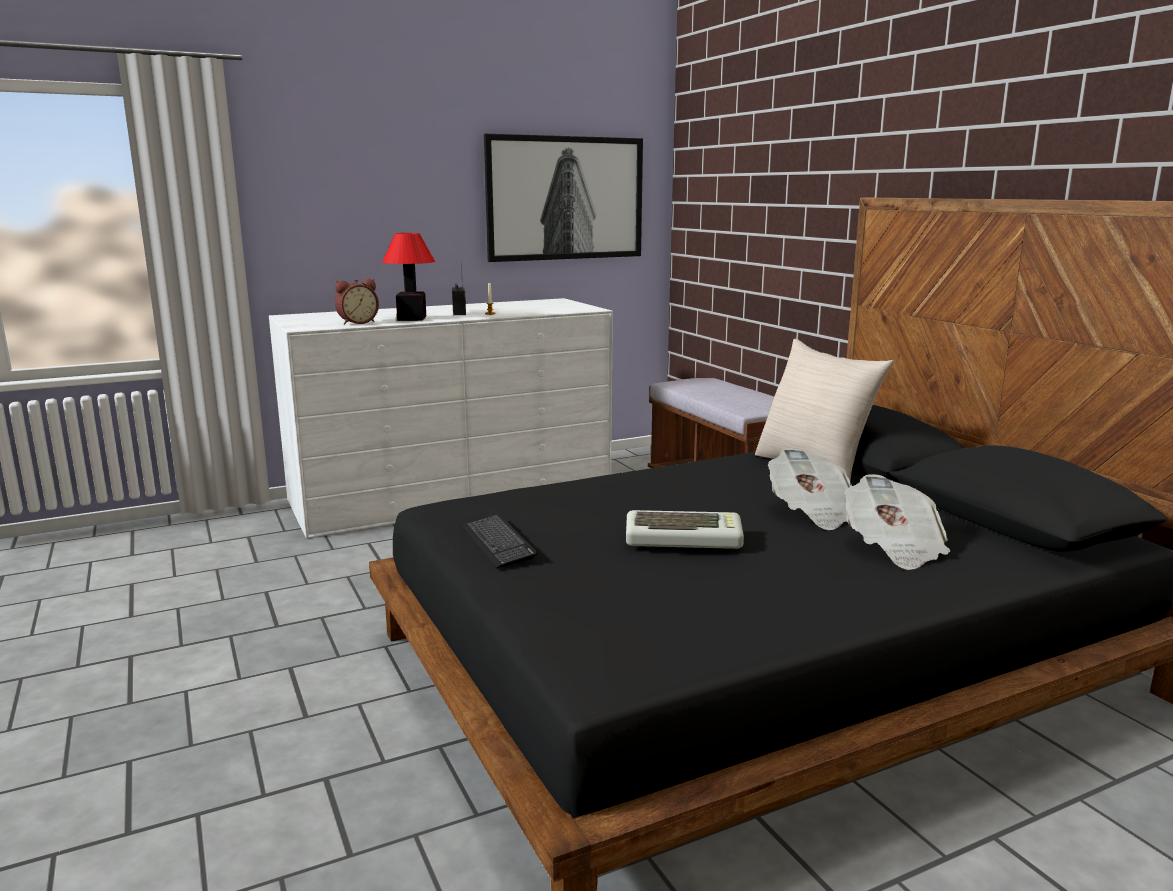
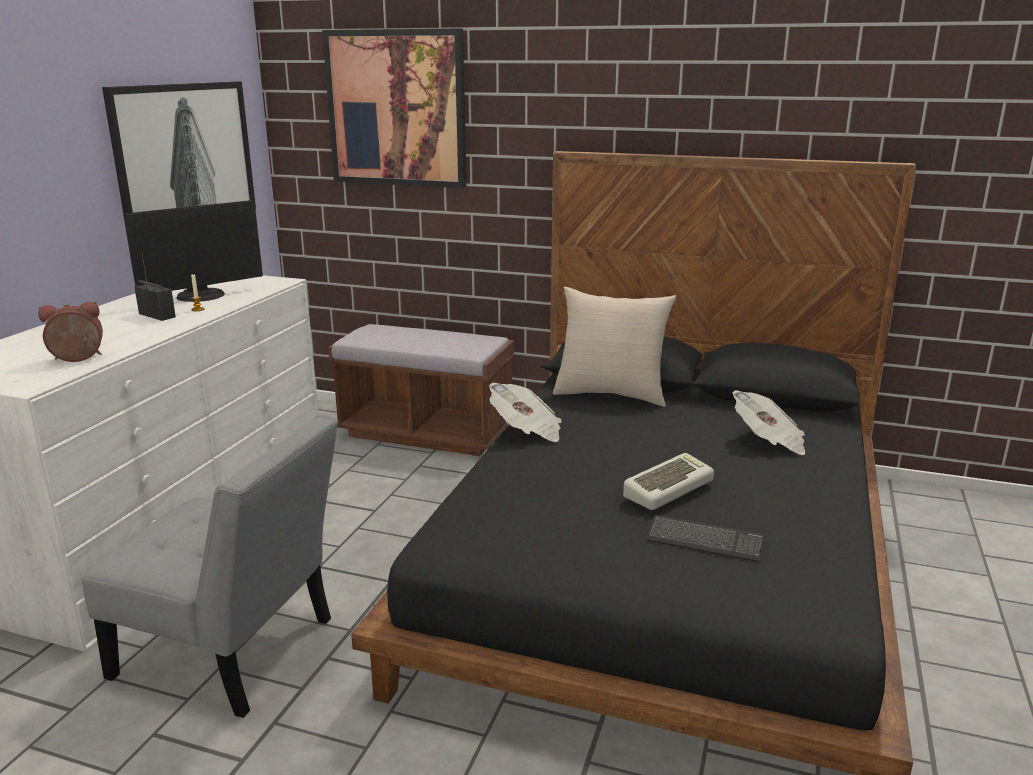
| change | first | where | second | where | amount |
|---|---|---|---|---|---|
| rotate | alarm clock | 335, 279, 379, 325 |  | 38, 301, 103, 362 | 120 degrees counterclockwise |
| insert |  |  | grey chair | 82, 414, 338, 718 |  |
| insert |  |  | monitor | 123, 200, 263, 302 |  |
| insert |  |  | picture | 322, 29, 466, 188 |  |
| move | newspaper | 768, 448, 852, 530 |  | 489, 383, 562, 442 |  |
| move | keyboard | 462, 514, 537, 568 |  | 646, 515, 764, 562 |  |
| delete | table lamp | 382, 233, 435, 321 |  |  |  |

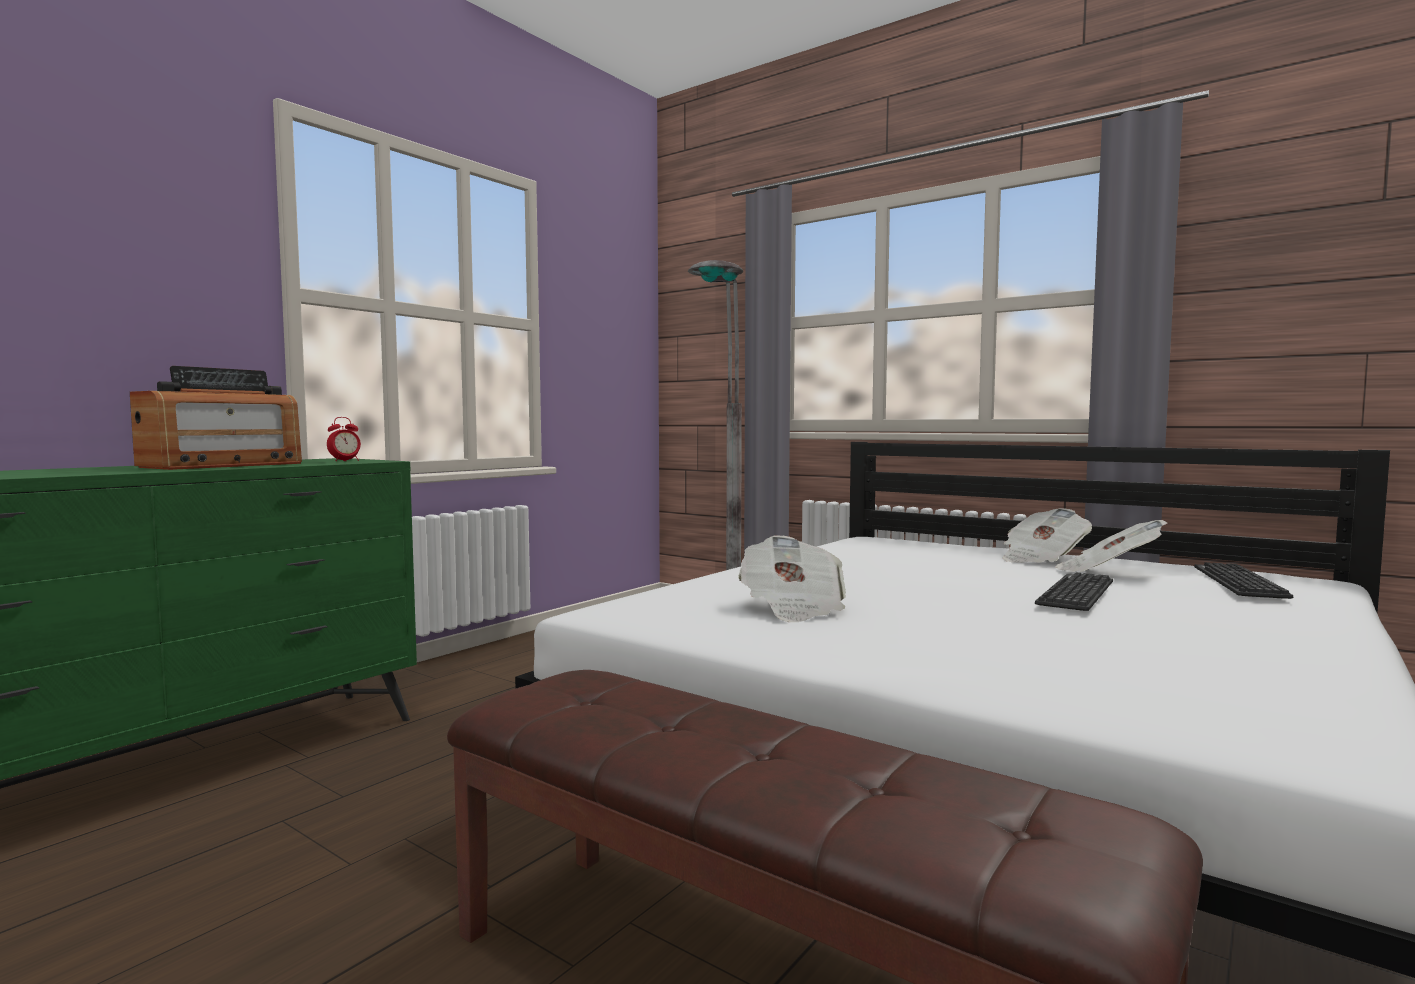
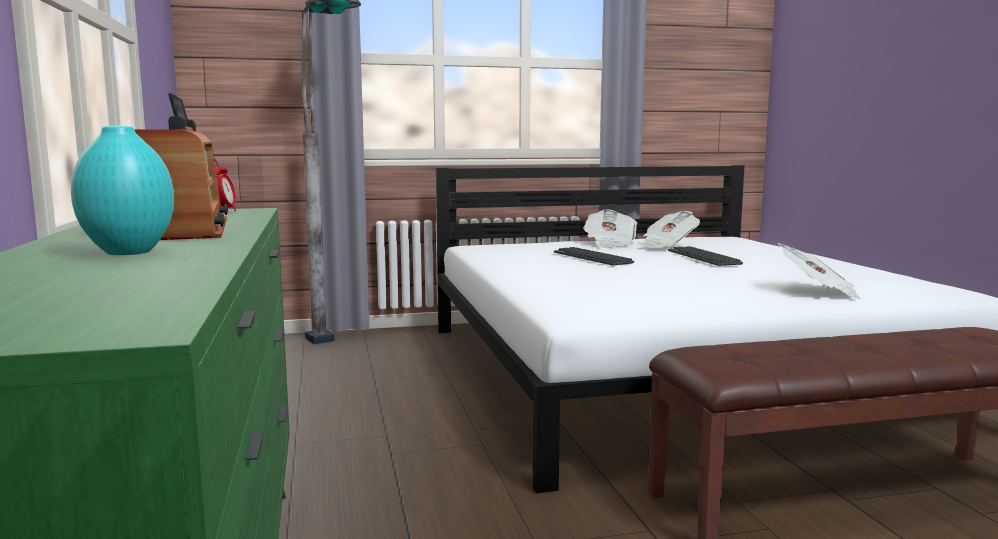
| change | first | where | second | where | amount |
|---|---|---|---|---|---|
| insert |  |  | turquoise vase | 71, 126, 174, 255 |  |
| move | keyboard | 1194, 562, 1293, 599 |  | 554, 247, 634, 265 |  |
| move | newspaper | 738, 535, 846, 622 |  | 777, 243, 861, 299 |  |

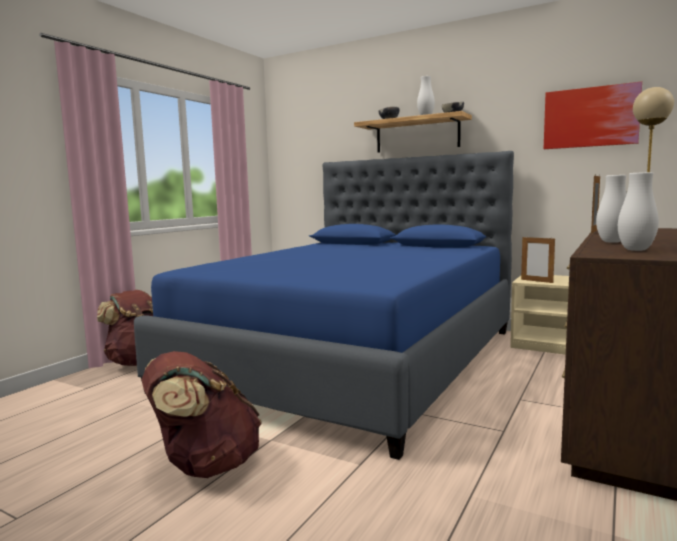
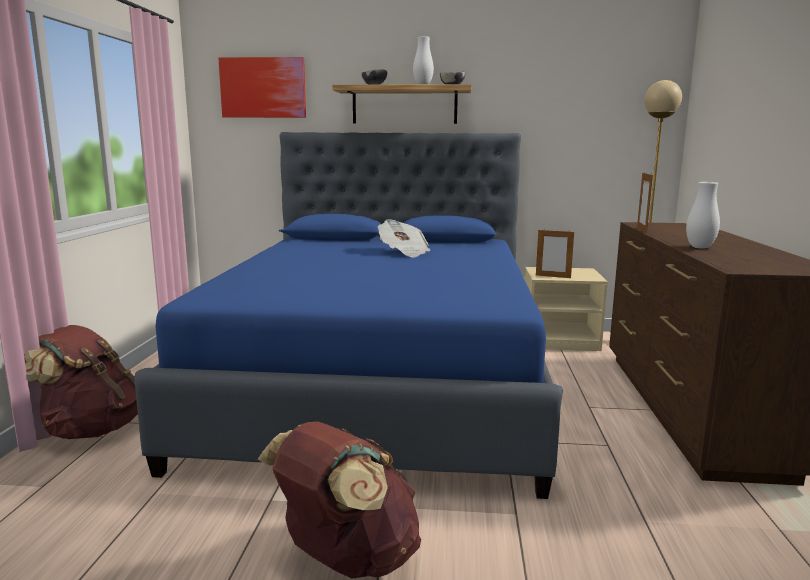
| change | first | where | second | where | amount |
|---|---|---|---|---|---|
| move | picture | 544, 82, 642, 149 |  | 218, 57, 306, 118 |  |
| insert |  |  | newspaper | 378, 219, 430, 258 |  |
| delete | white vase | 618, 172, 659, 251 |  |  |  |

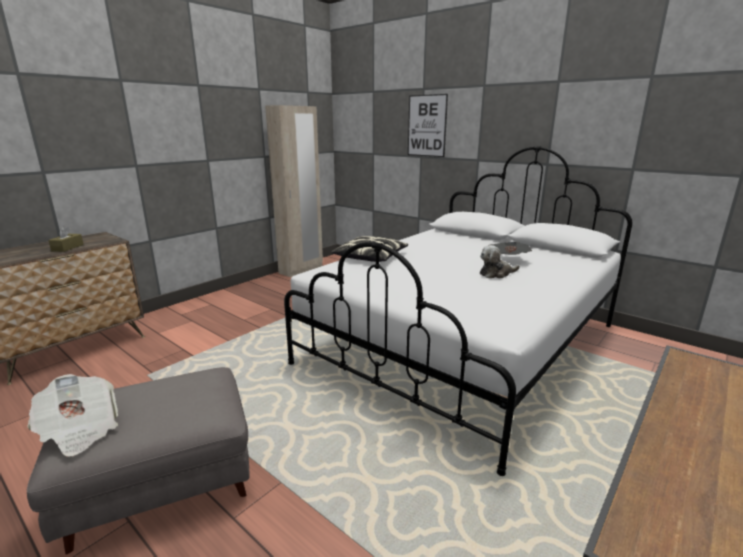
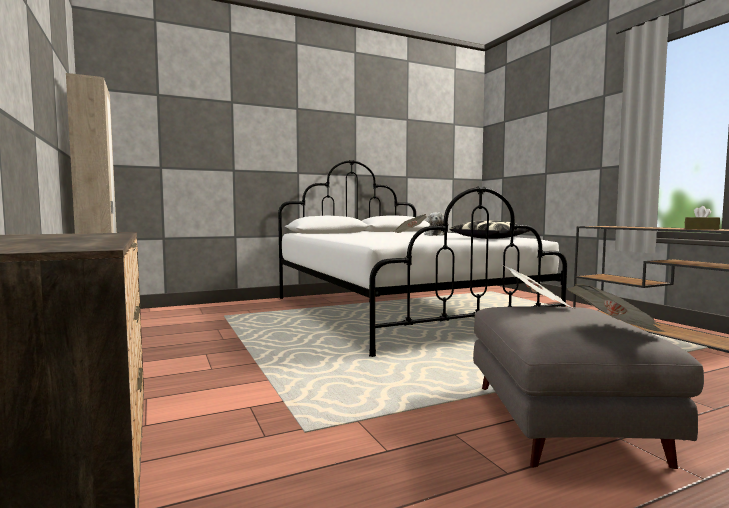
| change | first | where | second | where | amount |
|---|---|---|---|---|---|
| move | pillow | 332, 236, 408, 262 |  | 449, 220, 530, 239 |  |
| insert |  |  | newspaper | 502, 265, 575, 309 |  |
| move | brown tissue box | 48, 226, 84, 252 |  | 685, 206, 720, 230 |  |
| delete | picture | 408, 94, 448, 157 |  |  |  |

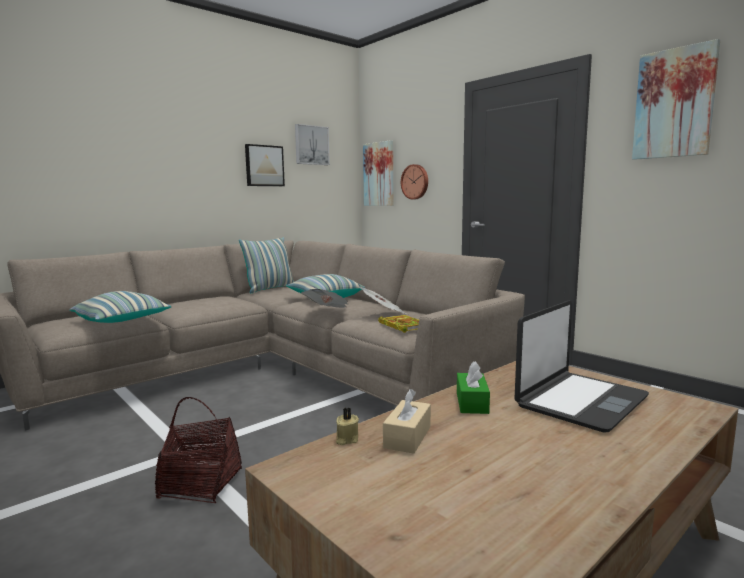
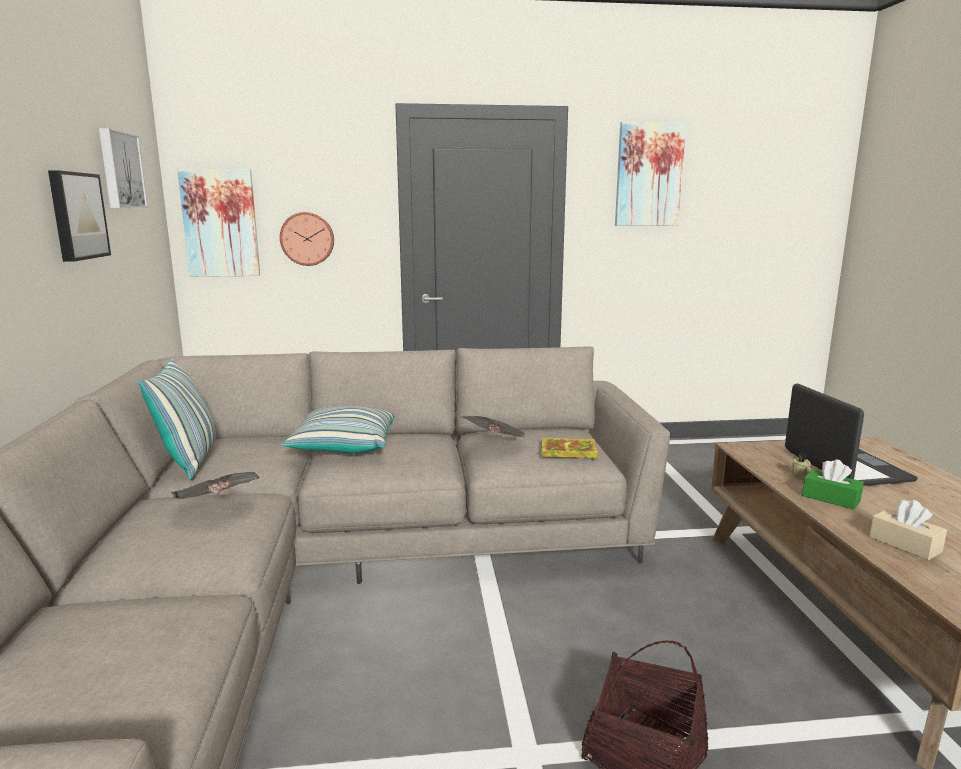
| change | first | where | second | where | amount |
|---|---|---|---|---|---|
| move | newspaper | 301, 289, 348, 308 |  | 170, 472, 260, 499 |  |
| move | beige candle | 336, 408, 359, 445 |  | 790, 453, 811, 480 |  |
| delete | pillow | 69, 291, 172, 323 |  |  |  |

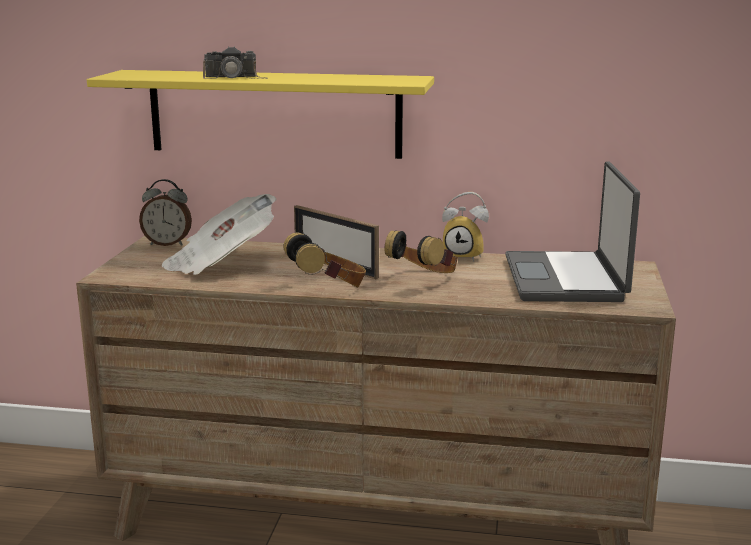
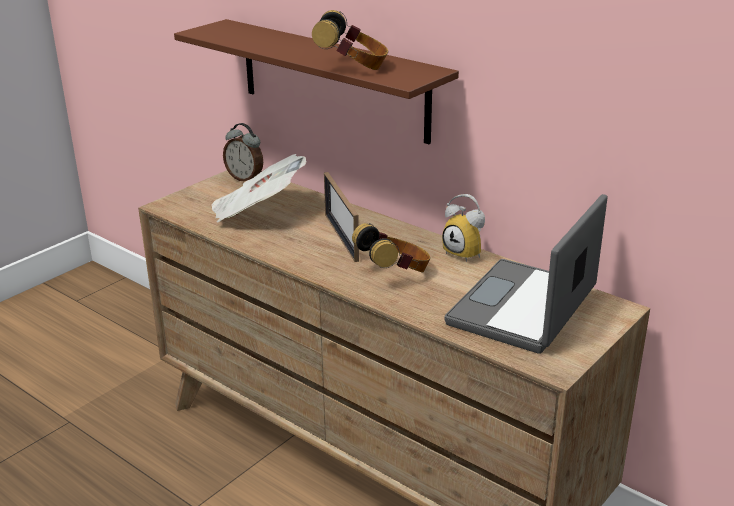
| change | first | where | second | where | amount |
|---|---|---|---|---|---|
| recolor | yellow shelf | 87, 70, 434, 159 | brown shelf | 174, 19, 459, 144 |  |
| move | headphones | 284, 232, 366, 288 |  | 312, 10, 388, 70 |  |
| delete | photo camera | 203, 46, 268, 79 |  |  |  |

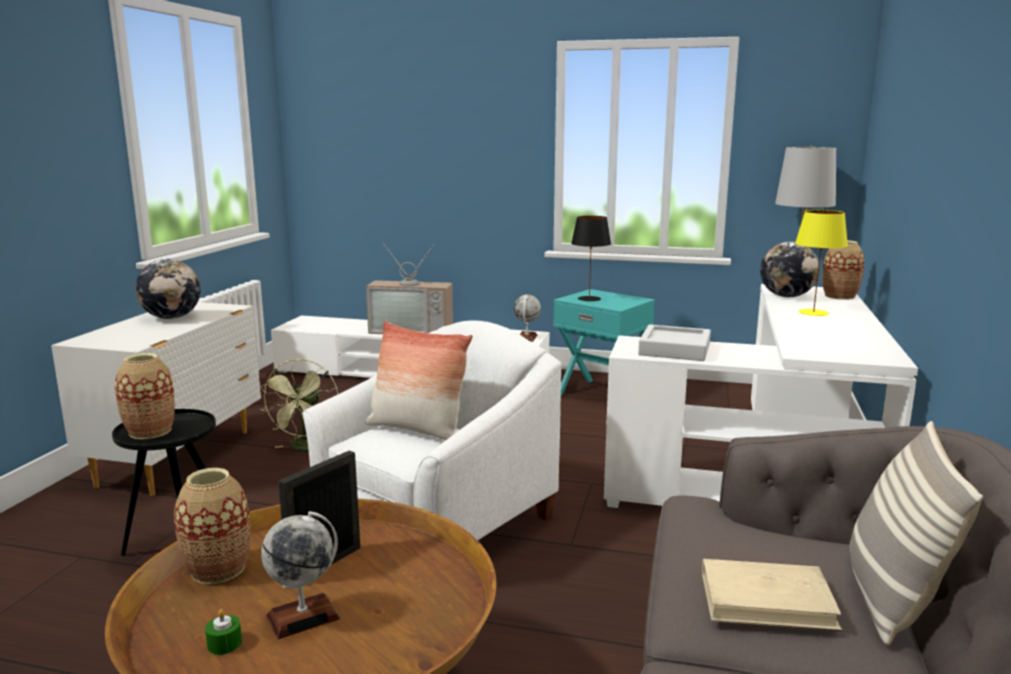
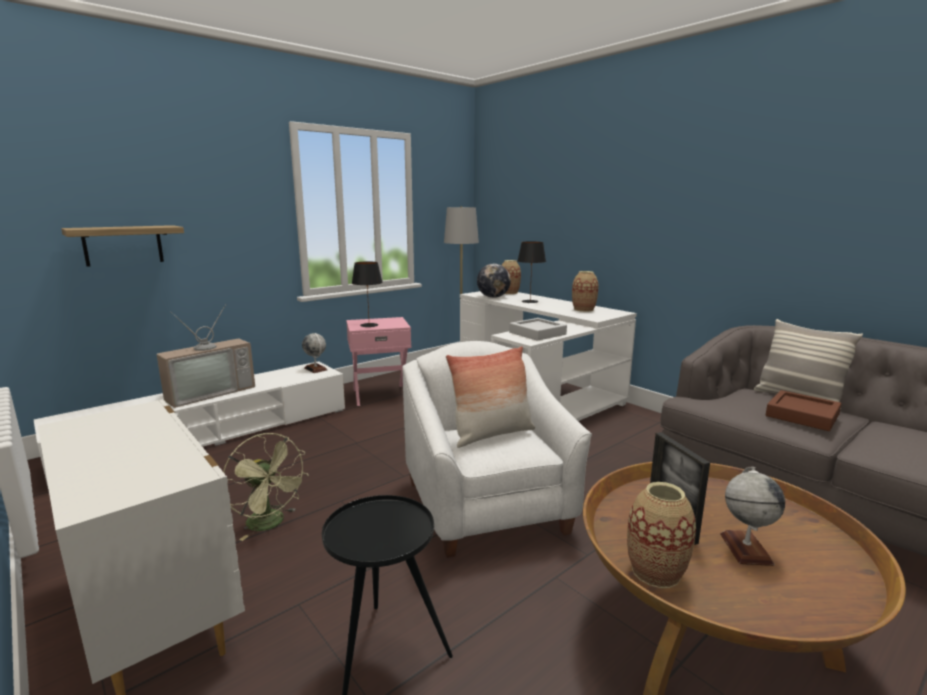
| change | first | where | second | where | amount |
|---|---|---|---|---|---|
| insert |  |  | shelf | 61, 225, 184, 267 |  |
| recolor | turquoise side table | 553, 289, 655, 395 | pink side table | 346, 317, 411, 406 |  |
| recolor | yellow table lamp | 795, 210, 848, 316 | black table lamp | 518, 241, 546, 303 |  |
| move | vase | 115, 353, 175, 439 |  | 572, 271, 599, 312 |  |
| replace | beige book | 702, 559, 842, 631 | brown tray | 766, 390, 842, 431 |  |
| delete | globe | 136, 259, 201, 319 |  |  |  |
| delete | green candle | 205, 609, 242, 655 |  |  |  |

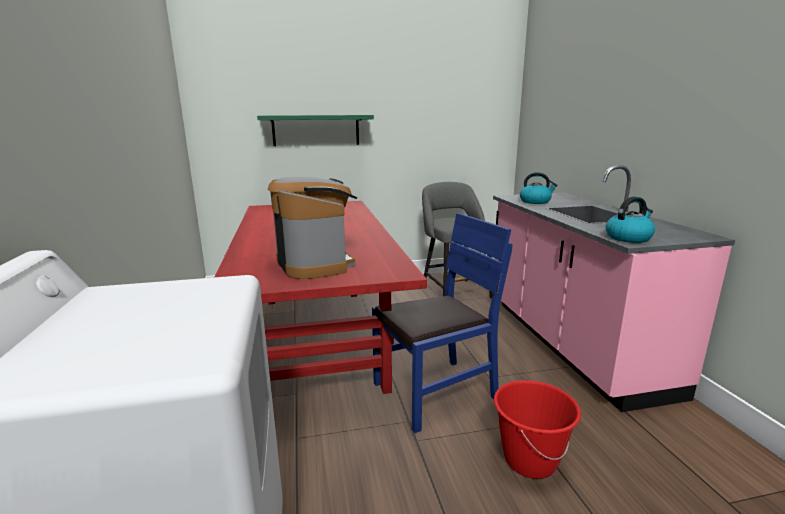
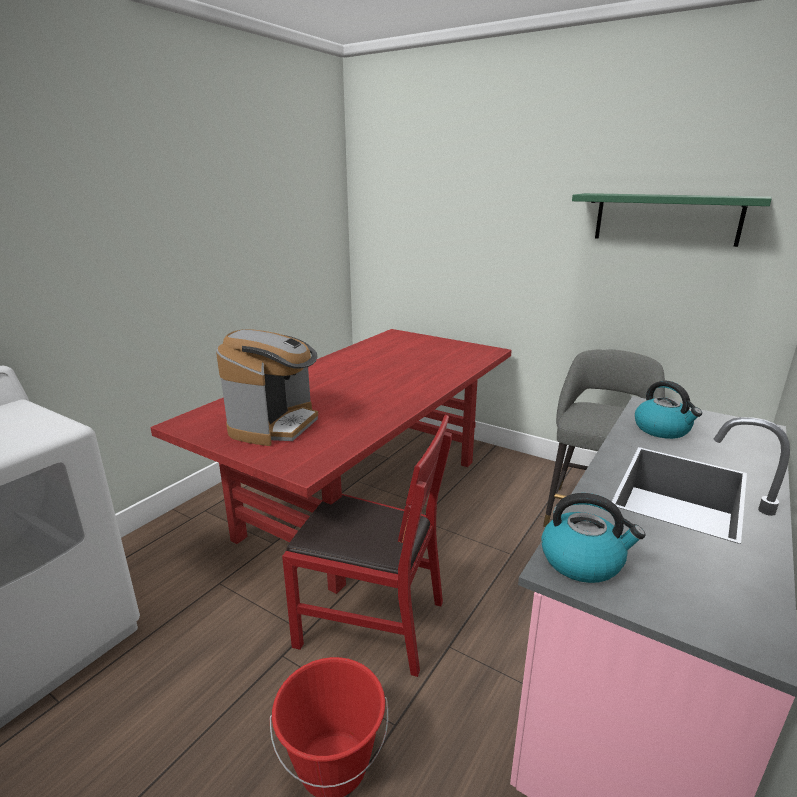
| change | first | where | second | where | amount |
|---|---|---|---|---|---|
| recolor | blue chair | 372, 213, 512, 433 | red chair | 282, 415, 452, 677 |  |
| move | green shelf | 257, 115, 374, 146 |  | 572, 193, 772, 247 |  |

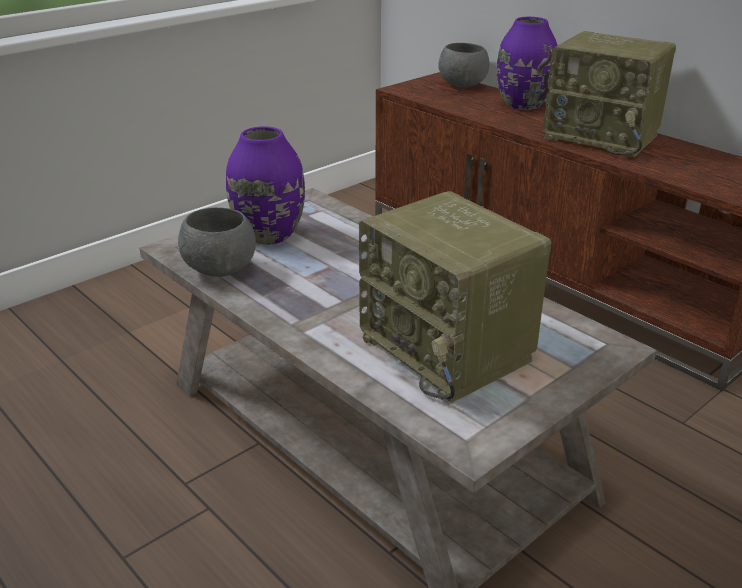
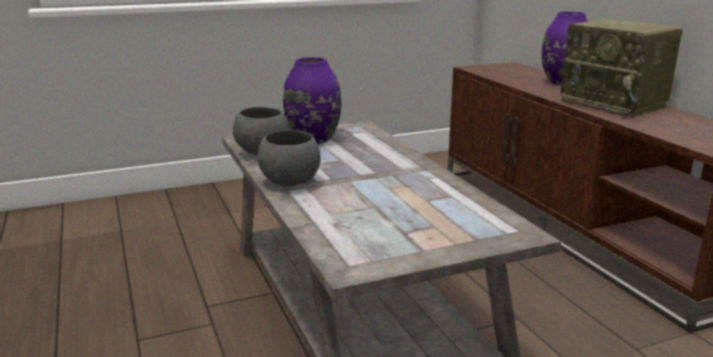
| change | first | where | second | where | amount |
|---|---|---|---|---|---|
| move | grey bowl | 438, 43, 489, 88 |  | 257, 130, 321, 186 |  |
| delete | radio | 359, 191, 551, 403 |  |  |  |

